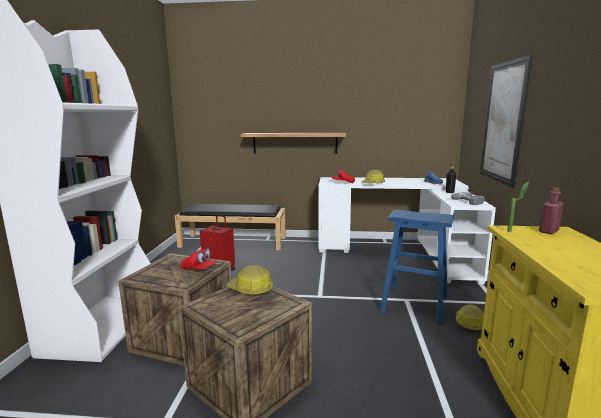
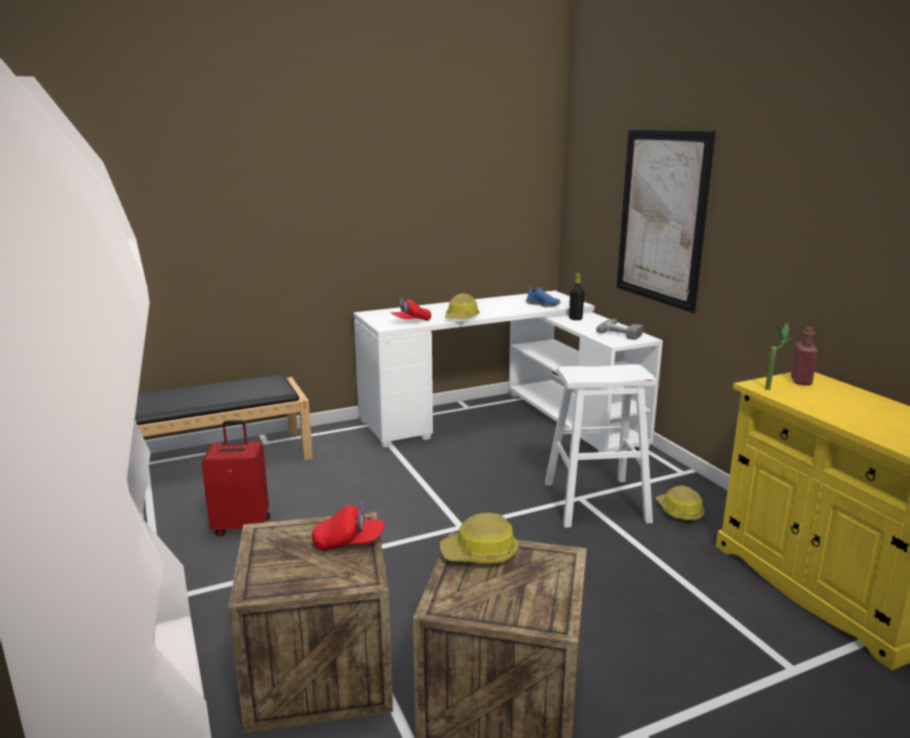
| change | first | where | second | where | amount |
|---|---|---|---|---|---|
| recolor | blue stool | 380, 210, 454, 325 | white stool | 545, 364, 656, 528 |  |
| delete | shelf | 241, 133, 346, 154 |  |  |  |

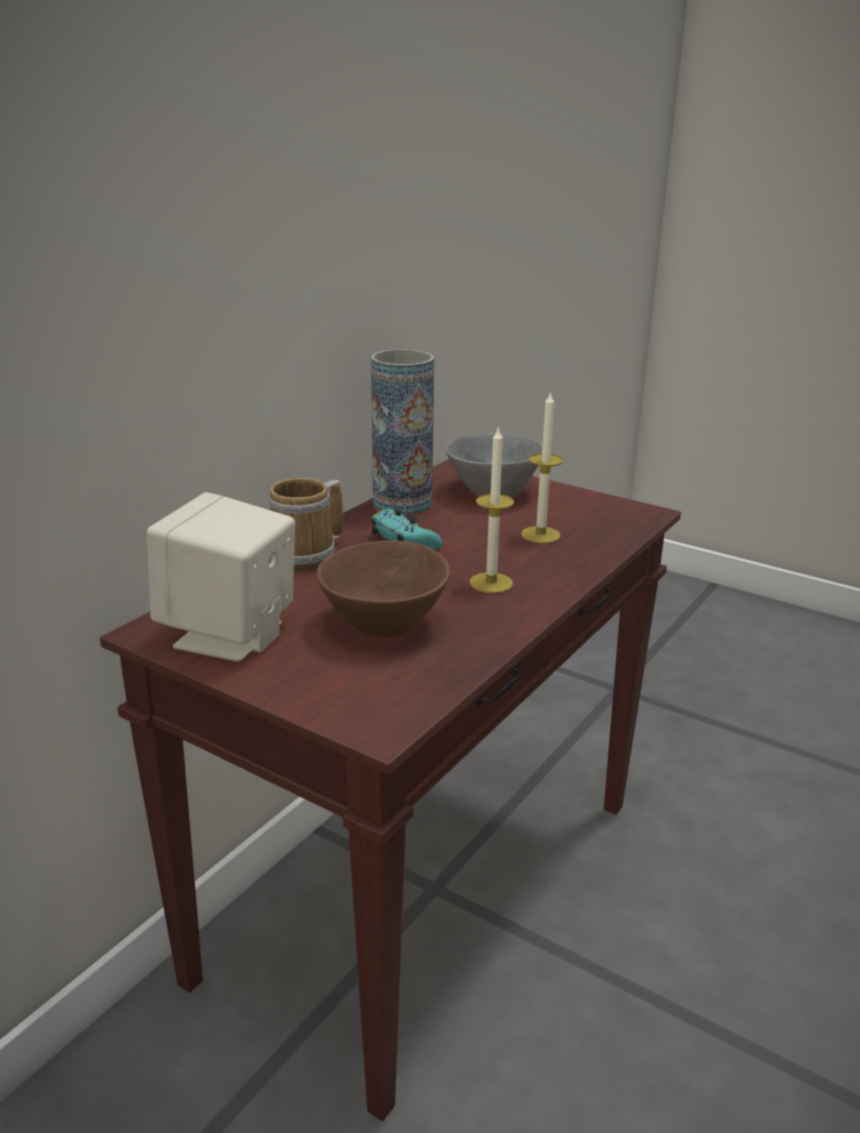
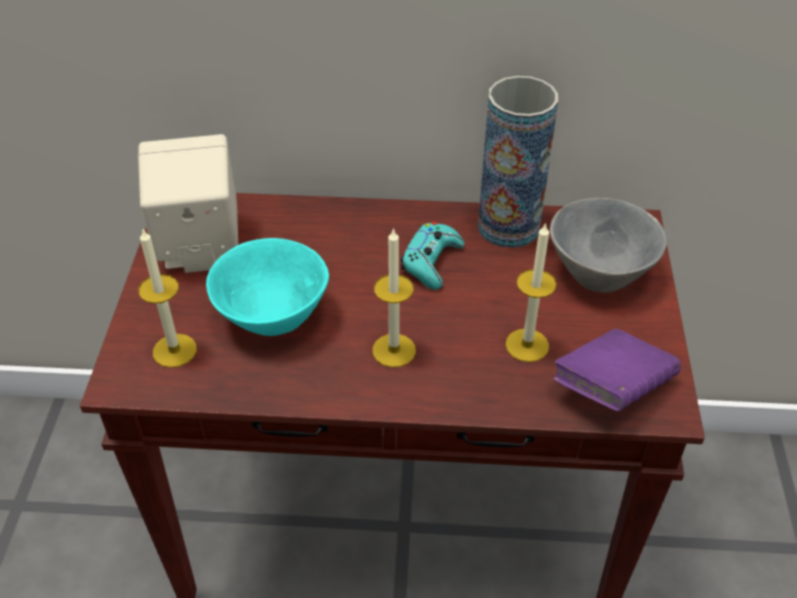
| change | first | where | second | where | amount |
|---|---|---|---|---|---|
| insert |  |  | candle | 138, 229, 197, 368 |  |
| recolor | brown bowl | 317, 541, 450, 638 | turquoise bowl | 206, 238, 329, 336 |  |
| insert |  |  | purple book | 553, 329, 681, 411 |  |
| delete | mug | 268, 478, 343, 572 |  |  |  |

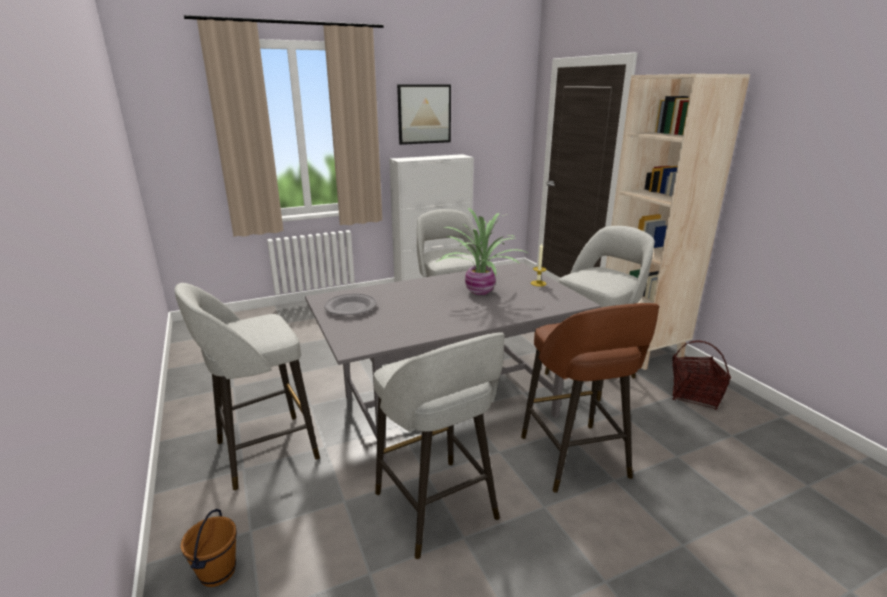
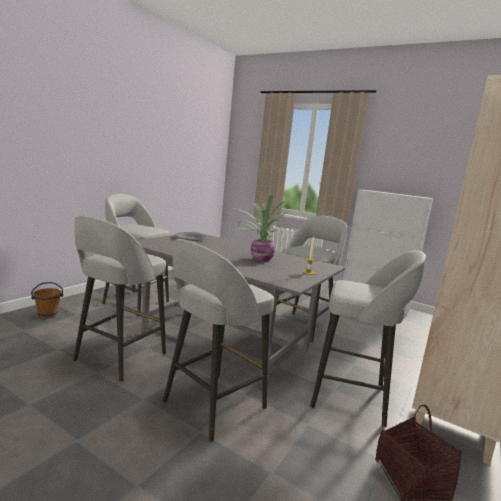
| change | first | where | second | where | amount |
|---|---|---|---|---|---|
| recolor | brown stool | 521, 303, 660, 493 | grey stool | 163, 239, 274, 442 |  |
| delete | picture | 397, 84, 451, 145 |  |  |  |

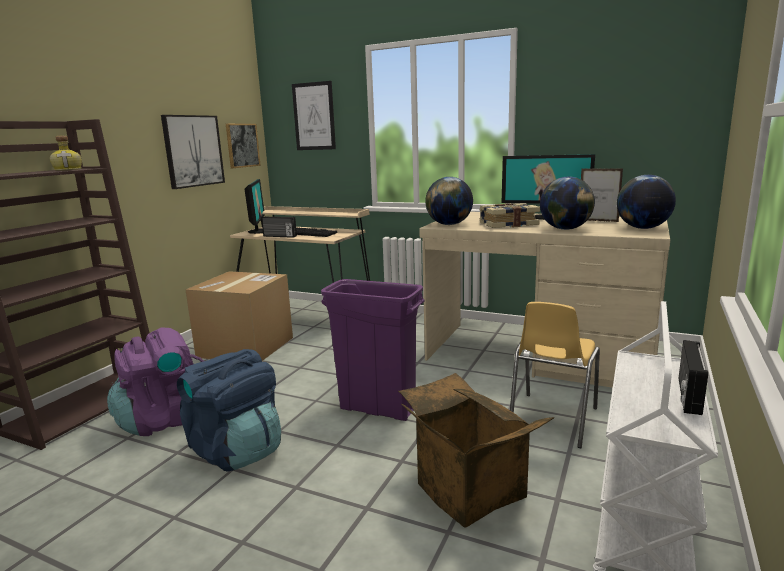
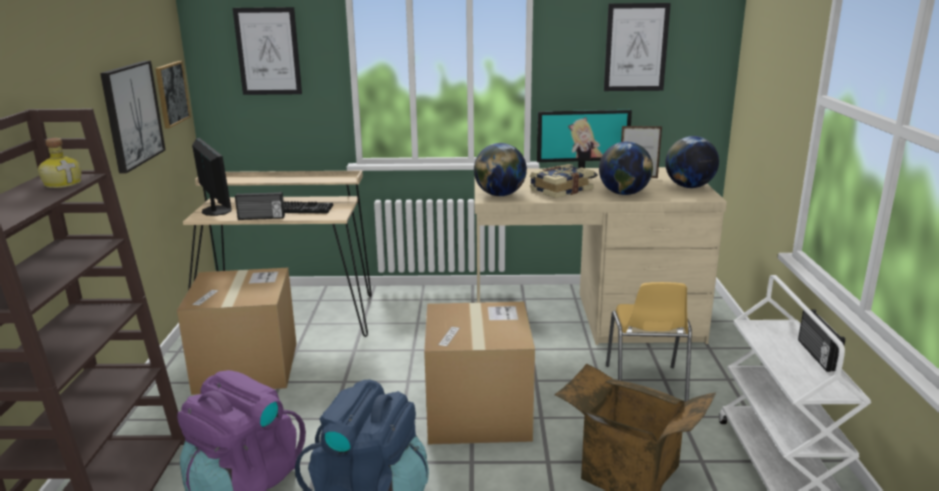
| change | first | where | second | where | amount |
|---|---|---|---|---|---|
| replace | purple trash can | 321, 279, 425, 421 | cardboard box | 424, 302, 535, 444 |  |
| insert |  |  | picture | 604, 3, 671, 91 |  |

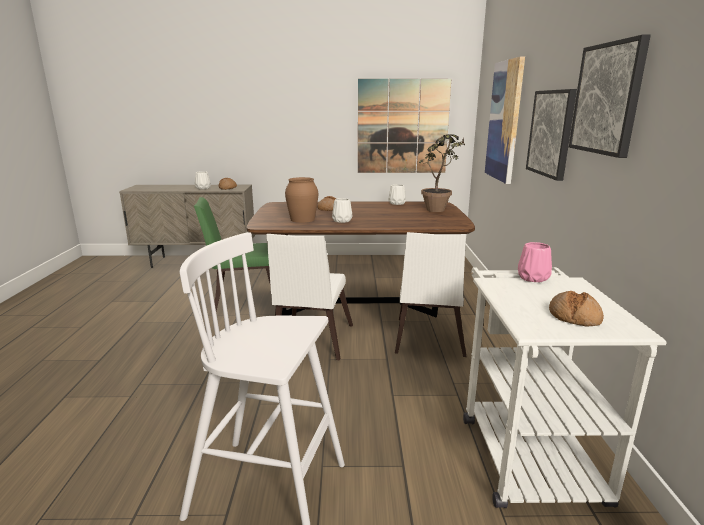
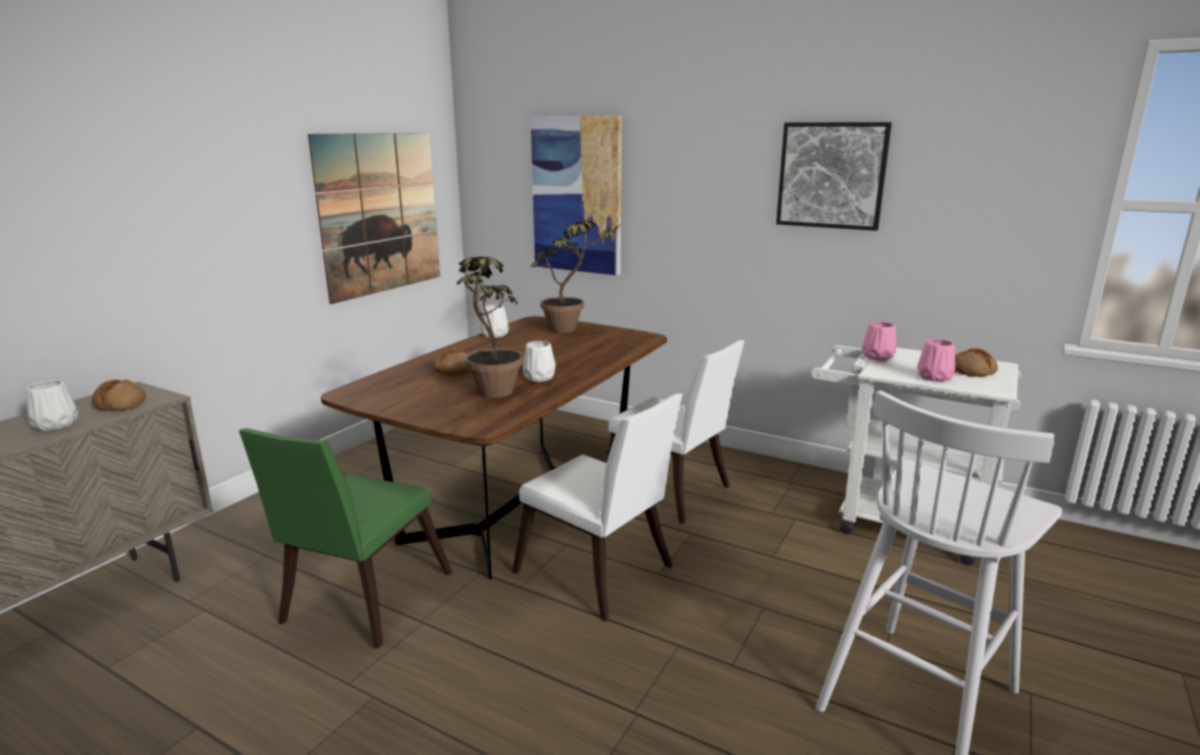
| change | first | where | second | where | amount |
|---|---|---|---|---|---|
| replace | brown vase | 285, 177, 318, 223 | potted plant | 456, 256, 523, 398 |  |
| insert |  |  | pink vase | 918, 339, 955, 382 |  |
| delete | picture | 526, 89, 577, 181 |  |  |  |

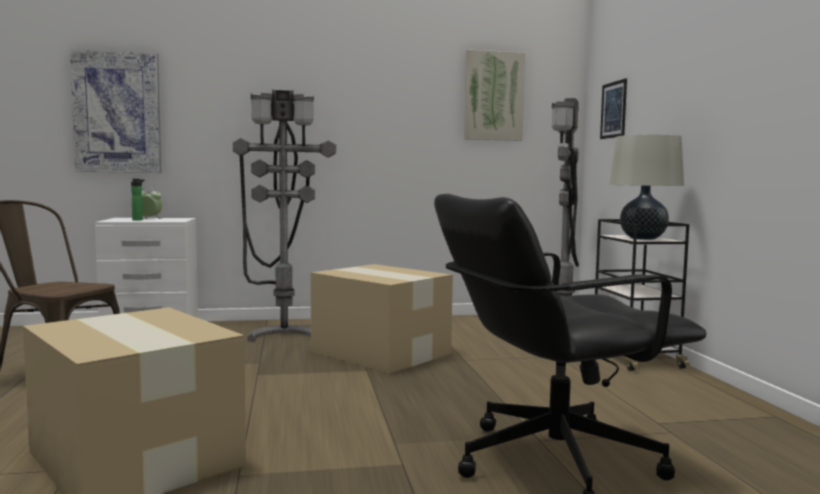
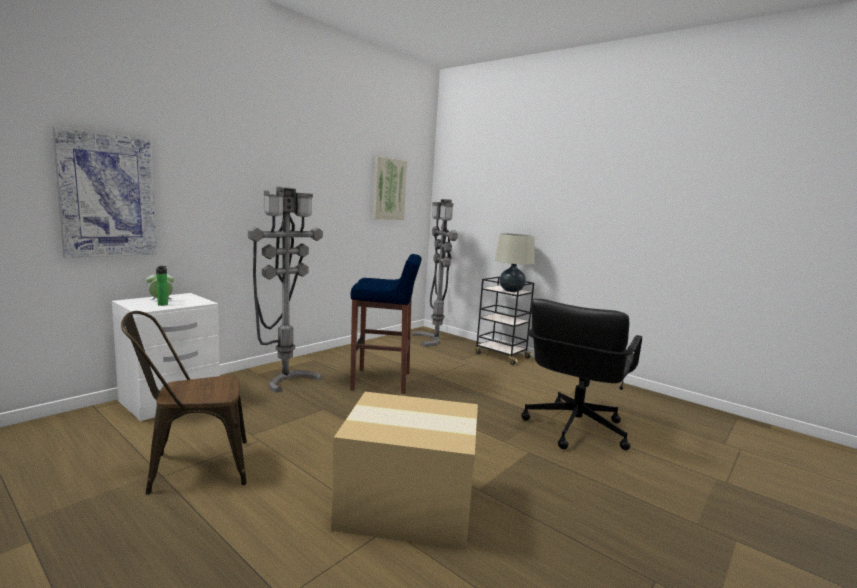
| change | first | where | second | where | amount |
|---|---|---|---|---|---|
| replace | cardboard box | 311, 264, 453, 374 | blue stool | 350, 254, 422, 394 |  |
| delete | picture | 600, 78, 627, 139 |  |  |  |

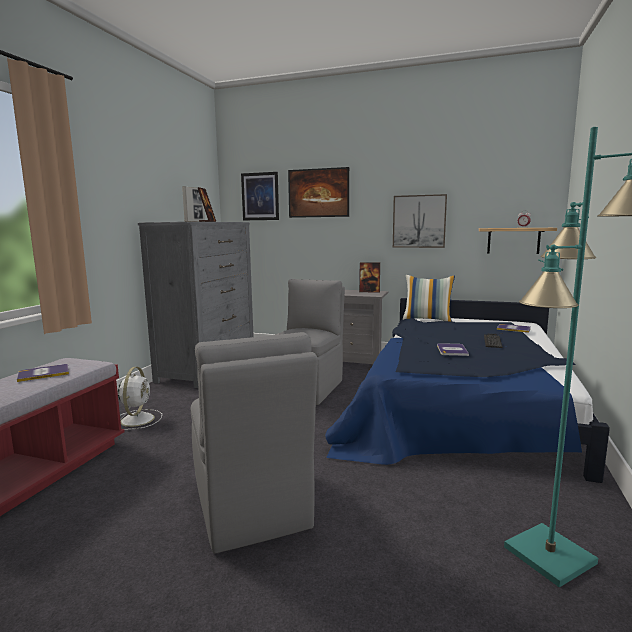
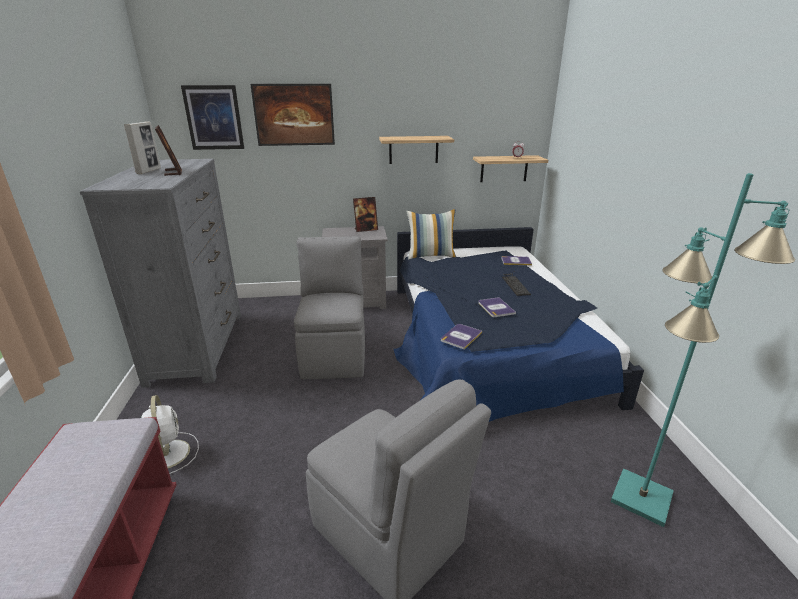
| change | first | where | second | where | amount |
|---|---|---|---|---|---|
| replace | picture | 393, 194, 447, 248 | shelf | 379, 136, 454, 164 |  |
| move | book | 17, 364, 69, 382 |  | 441, 324, 482, 349 |  |

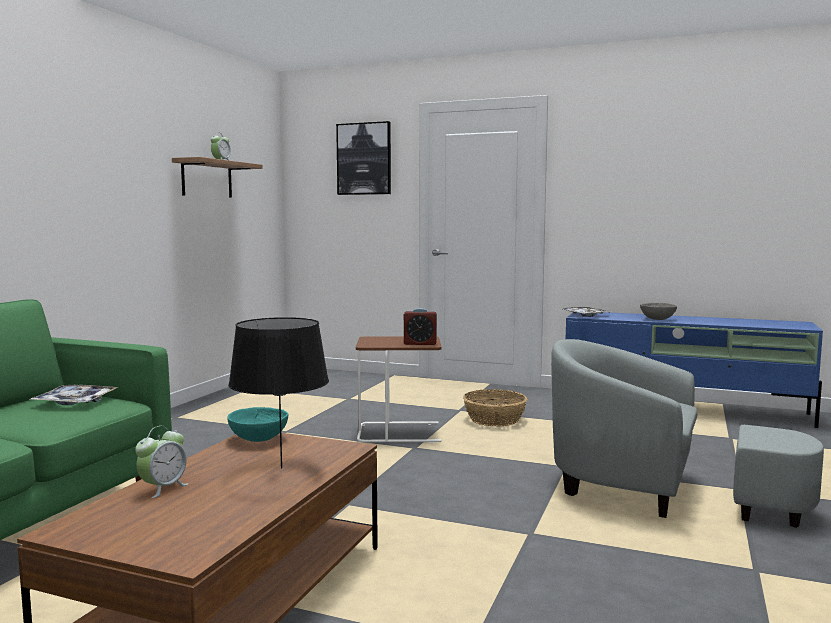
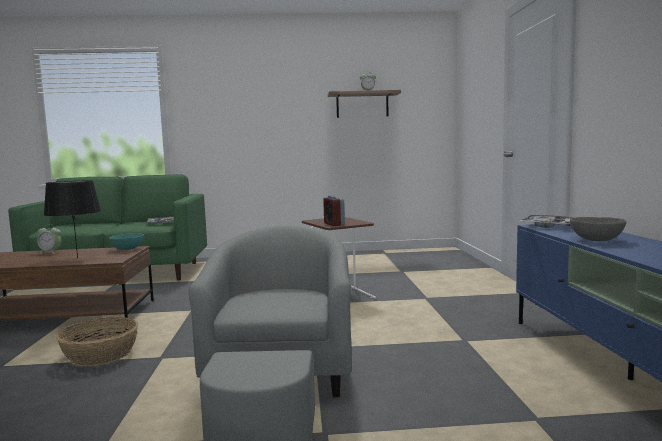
| change | first | where | second | where | amount |
|---|---|---|---|---|---|
| move | basket | 463, 389, 527, 426 |  | 56, 317, 138, 367 |  |
| delete | picture | 336, 121, 391, 195 |  |  |  |

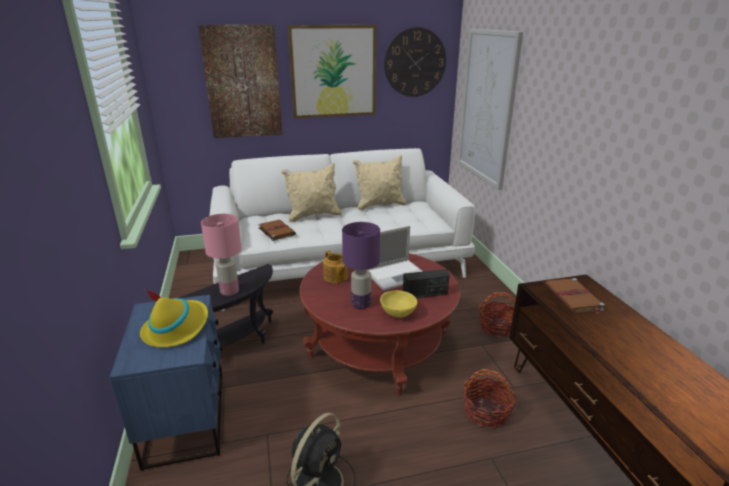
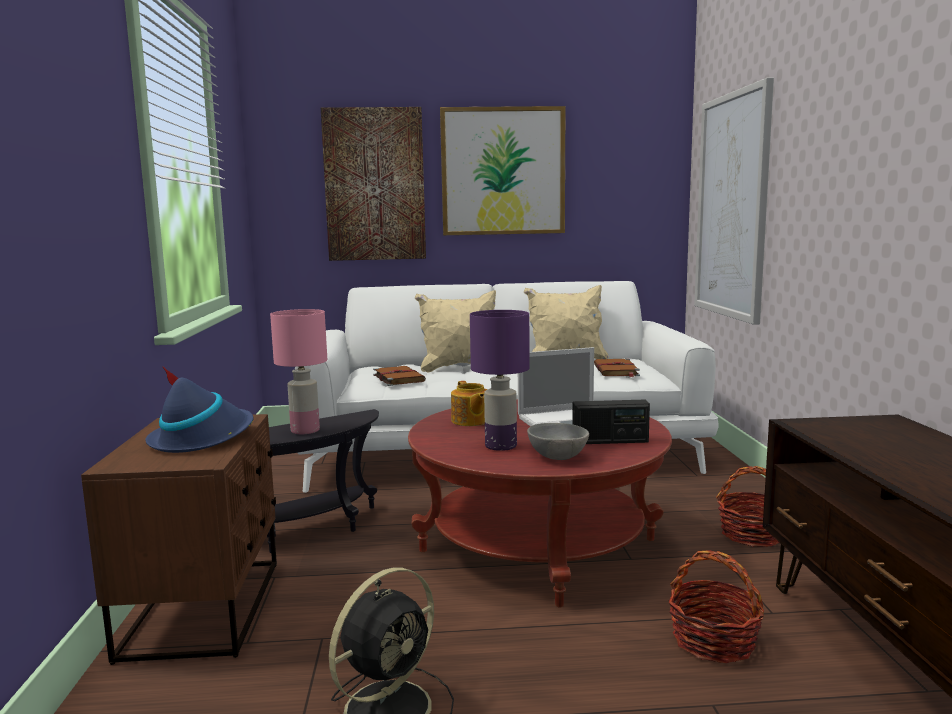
| change | first | where | second | where | amount |
|---|---|---|---|---|---|
| recolor | blue nightstand | 110, 295, 223, 471 | brown nightstand | 81, 414, 277, 665 |  |
| recolor | yellow hat | 140, 289, 208, 348 | blue hat | 146, 366, 253, 453 |  |
| recolor | yellow bowl | 380, 290, 418, 318 | grey bowl | 527, 423, 589, 460 |  |
| move | brown book | 544, 278, 605, 314 |  | 594, 358, 640, 377 |  |
| delete | wall clock | 384, 27, 446, 97 |  |  |  |

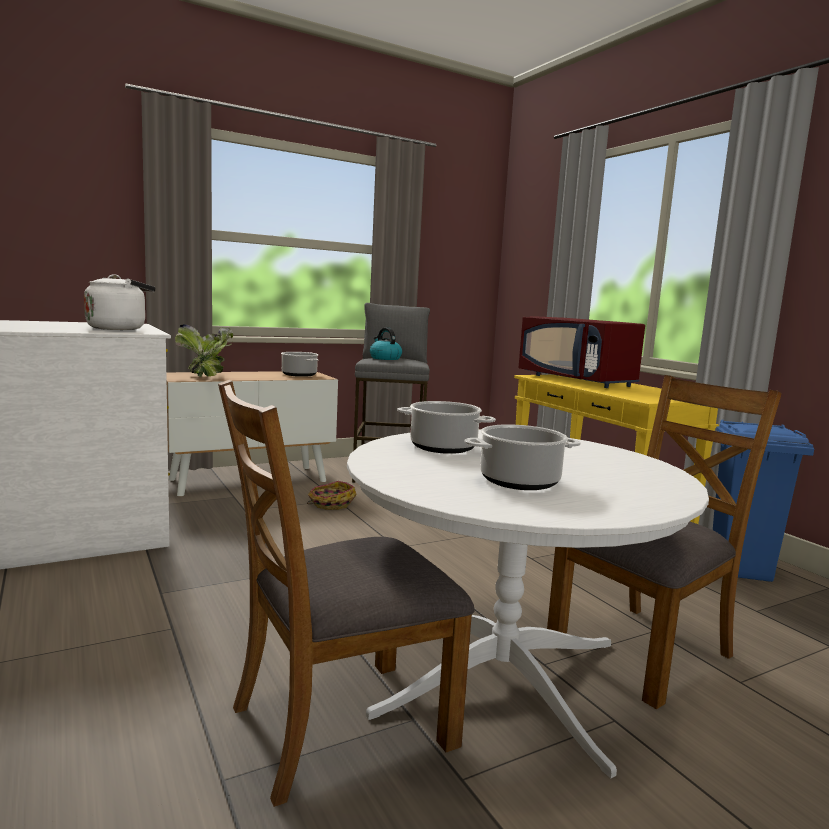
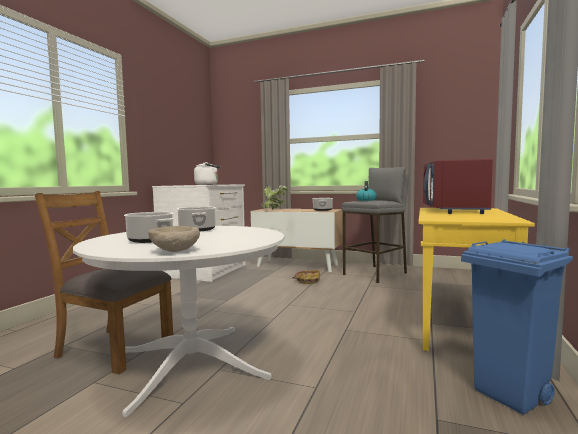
| change | first | where | second | where | amount |
|---|---|---|---|---|---|
| insert |  |  | beige bowl | 148, 226, 200, 252 |  |
| delete | brown chair | 547, 375, 782, 709 |  |  |  |

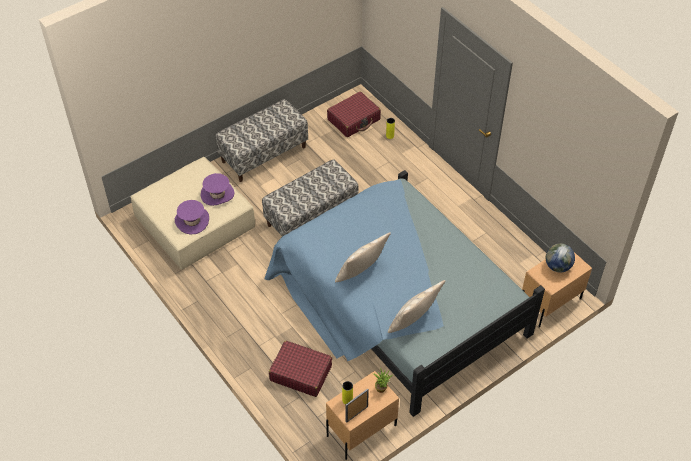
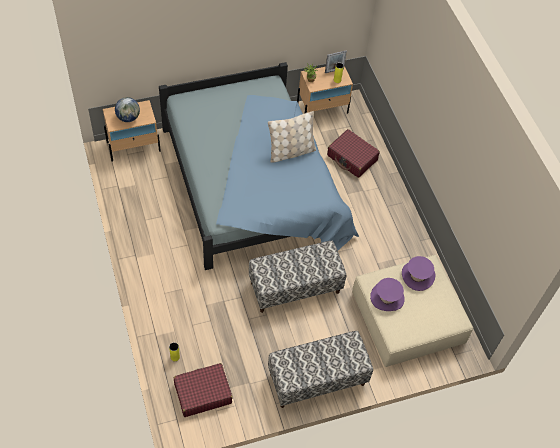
| change | first | where | second | where | amount |
|---|---|---|---|---|---|
| delete | beige pillow | 388, 280, 445, 333 |  |  |  |

